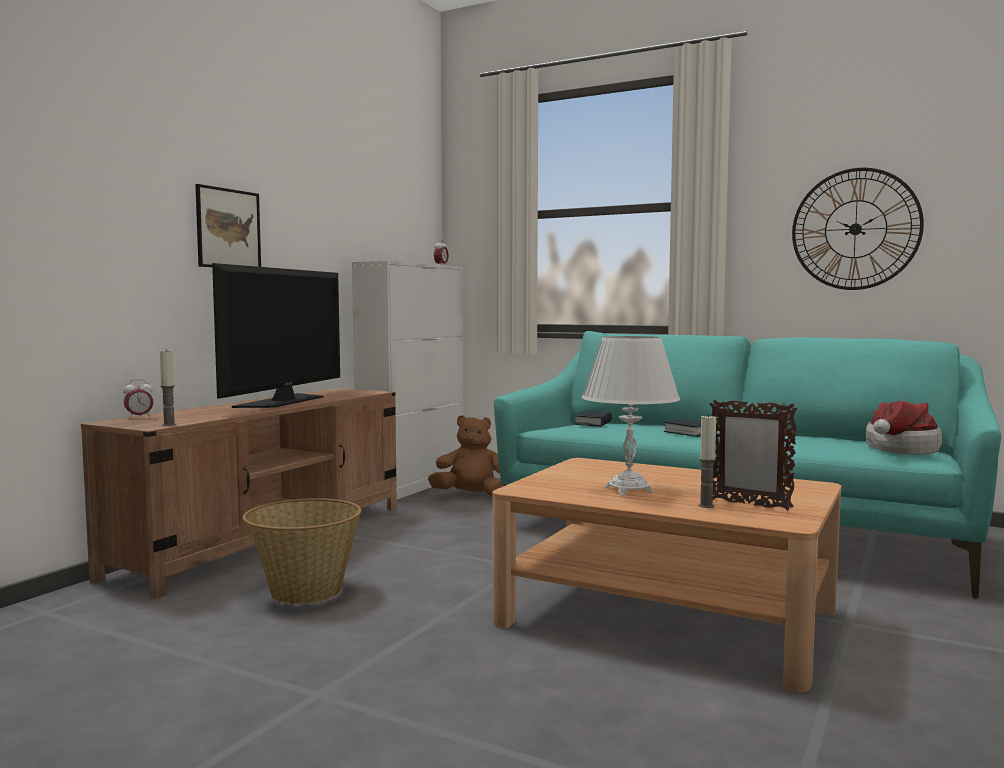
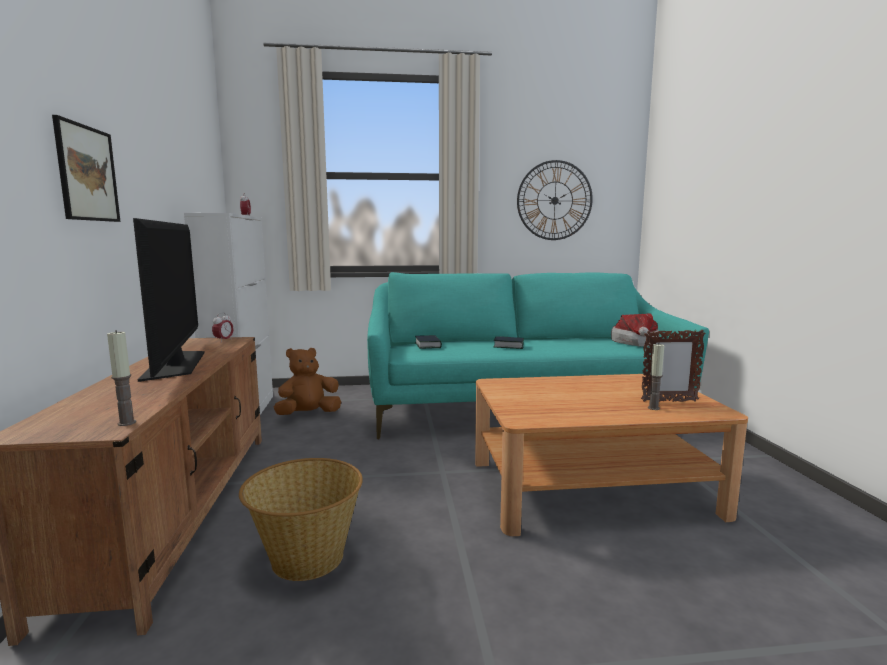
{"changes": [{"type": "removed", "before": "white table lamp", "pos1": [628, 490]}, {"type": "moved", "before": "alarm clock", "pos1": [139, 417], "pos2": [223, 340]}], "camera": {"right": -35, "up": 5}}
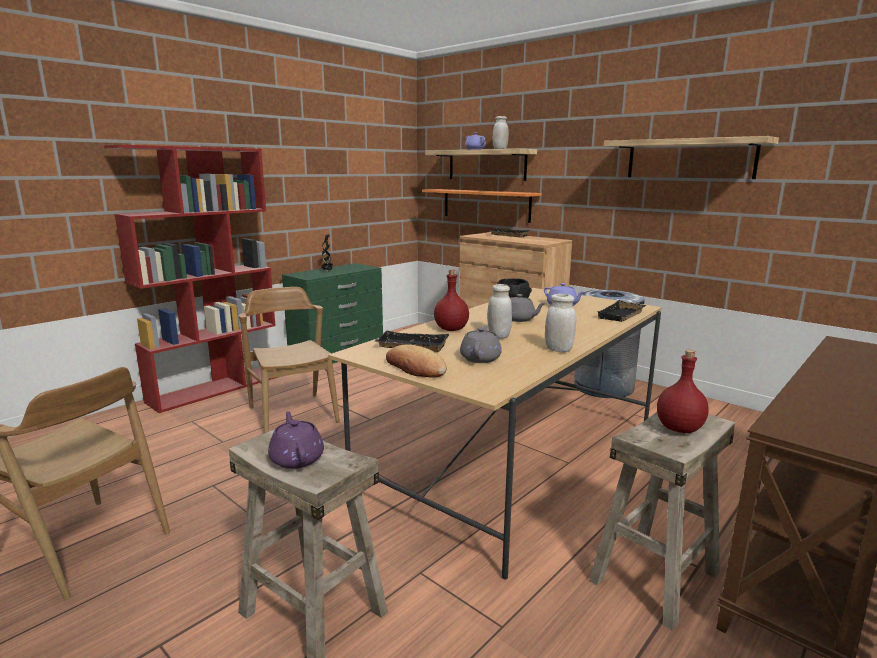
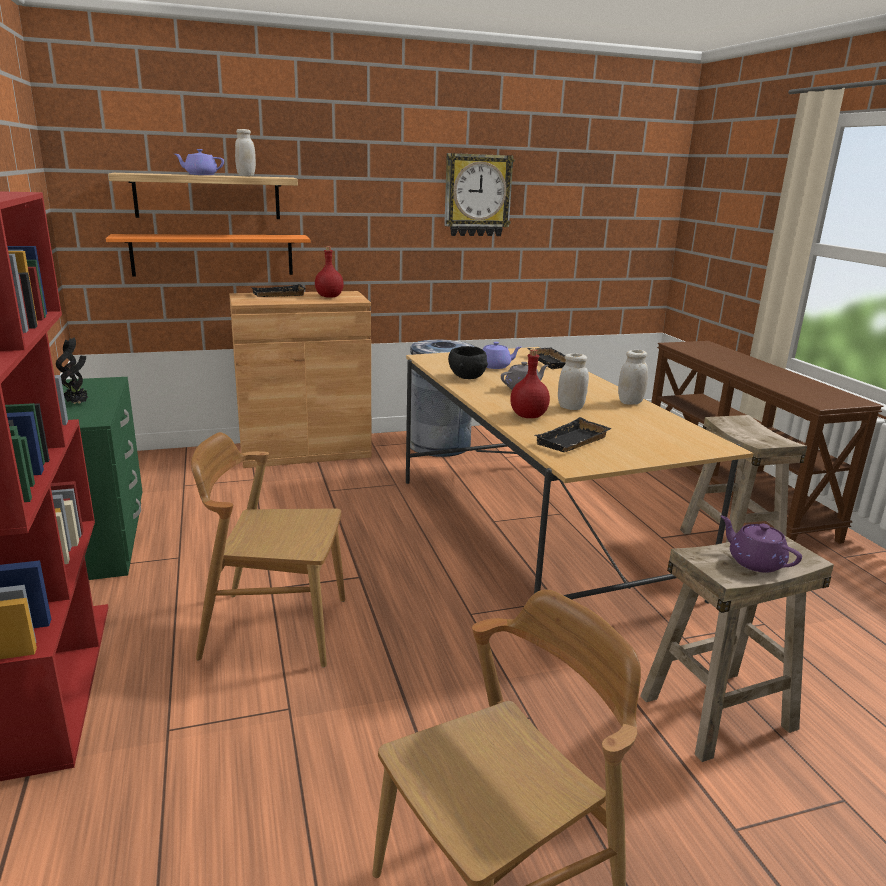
{"changes": [{"type": "replaced", "before": "shelf", "after": "wall clock", "pos1": [689, 159], "pos2": [477, 195]}, {"type": "removed", "before": "grey teapot", "pos1": [480, 358]}, {"type": "removed", "before": "bread", "pos1": [415, 368]}, {"type": "moved", "before": "red bottle", "pos1": [678, 429], "pos2": [329, 297]}, {"type": "turned", "before": "purple teapot", "pos1": [297, 458], "pos2": [754, 562], "turn": 45}], "camera": {"right": -60, "up": 5}}
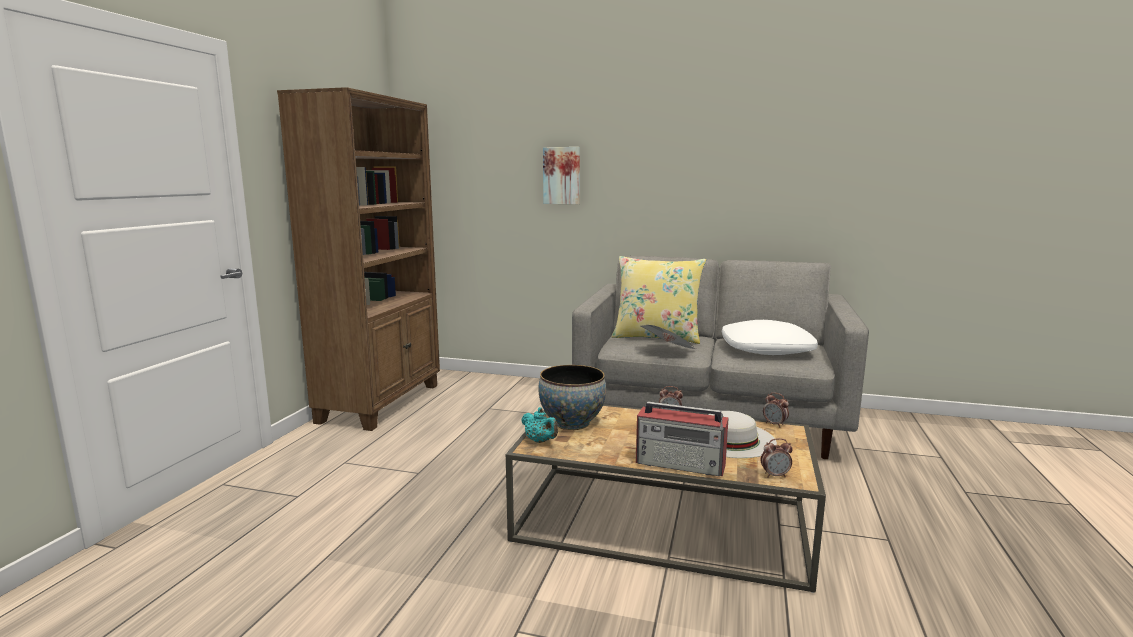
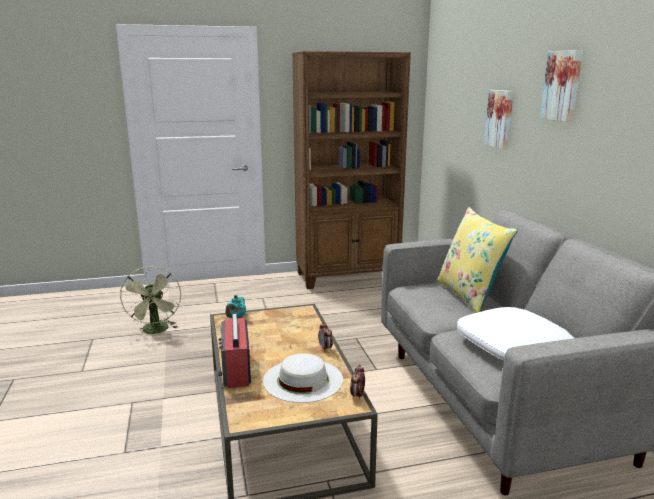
{"changes": [{"type": "removed", "before": "newspaper", "pos1": [669, 352]}, {"type": "removed", "before": "bowl", "pos1": [572, 423]}, {"type": "removed", "before": "alarm clock", "pos1": [775, 475]}, {"type": "added", "after": "picture", "pos2": [563, 86]}, {"type": "added", "after": "green fan", "pos2": [156, 331]}], "camera": {"right": 60, "up": 5}}
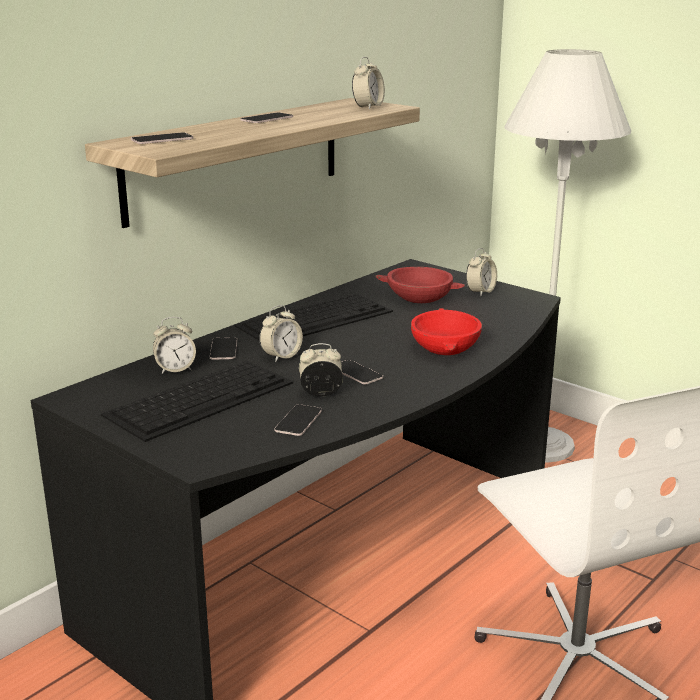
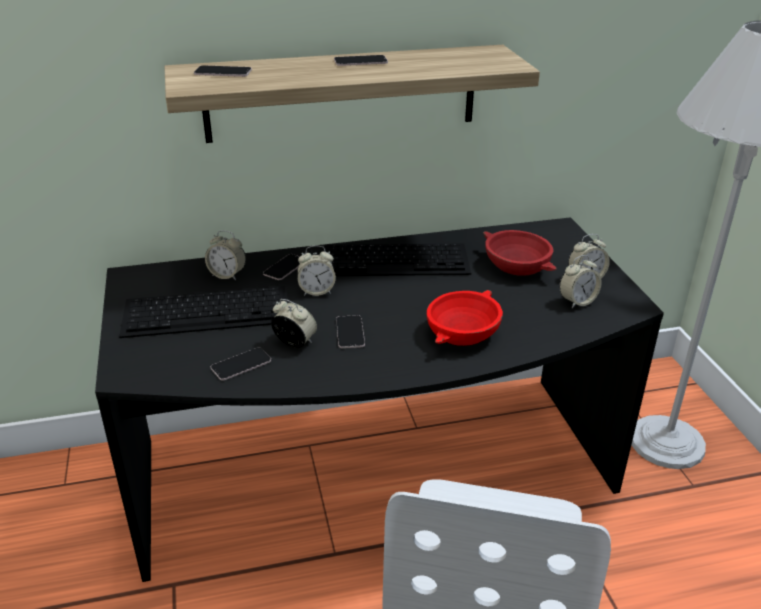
{"changes": [{"type": "moved", "before": "alarm clock", "pos1": [368, 107], "pos2": [577, 301]}], "camera": {"right": 35, "up": 10}}
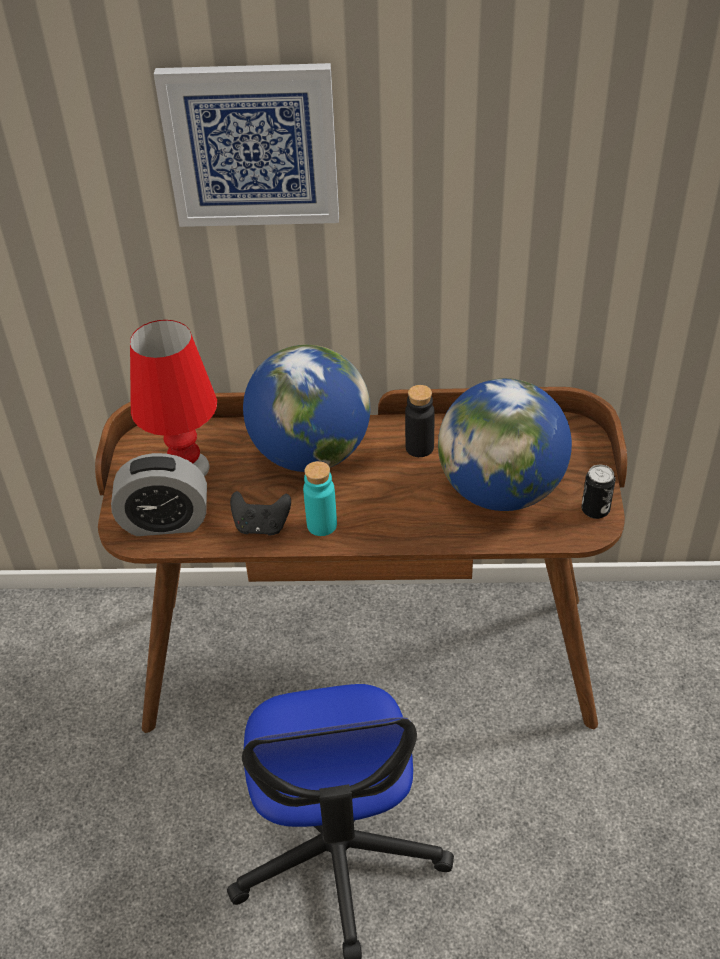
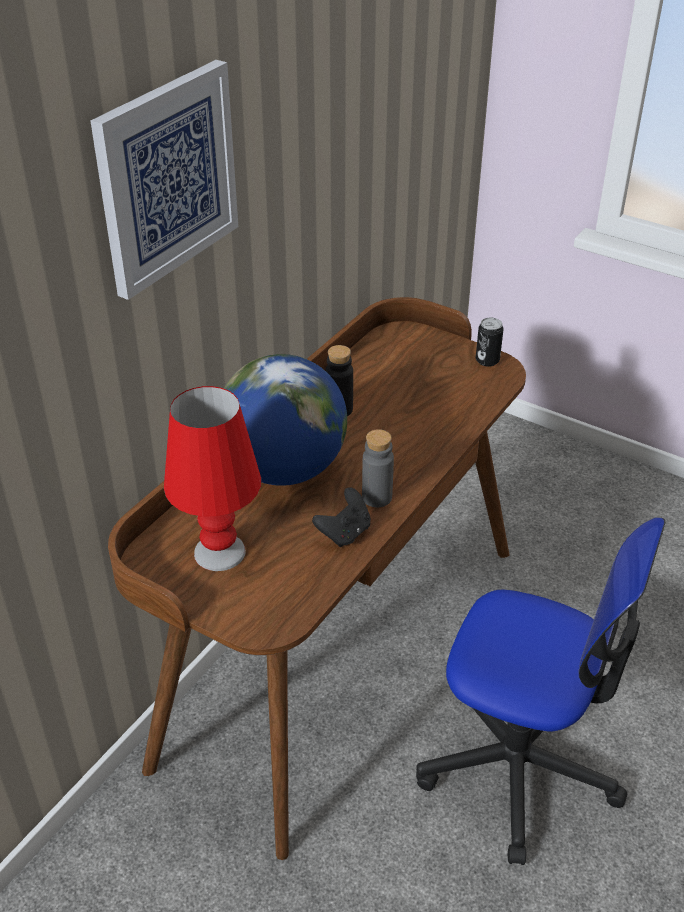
{"changes": [{"type": "removed", "before": "globe", "pos1": [500, 490]}, {"type": "removed", "before": "alarm clock", "pos1": [165, 522]}, {"type": "recoloured", "before": "turquoise bottle", "after": "grey bottle", "pos1": [322, 525], "pos2": [377, 497]}], "camera": {"right": -60, "up": -5}}
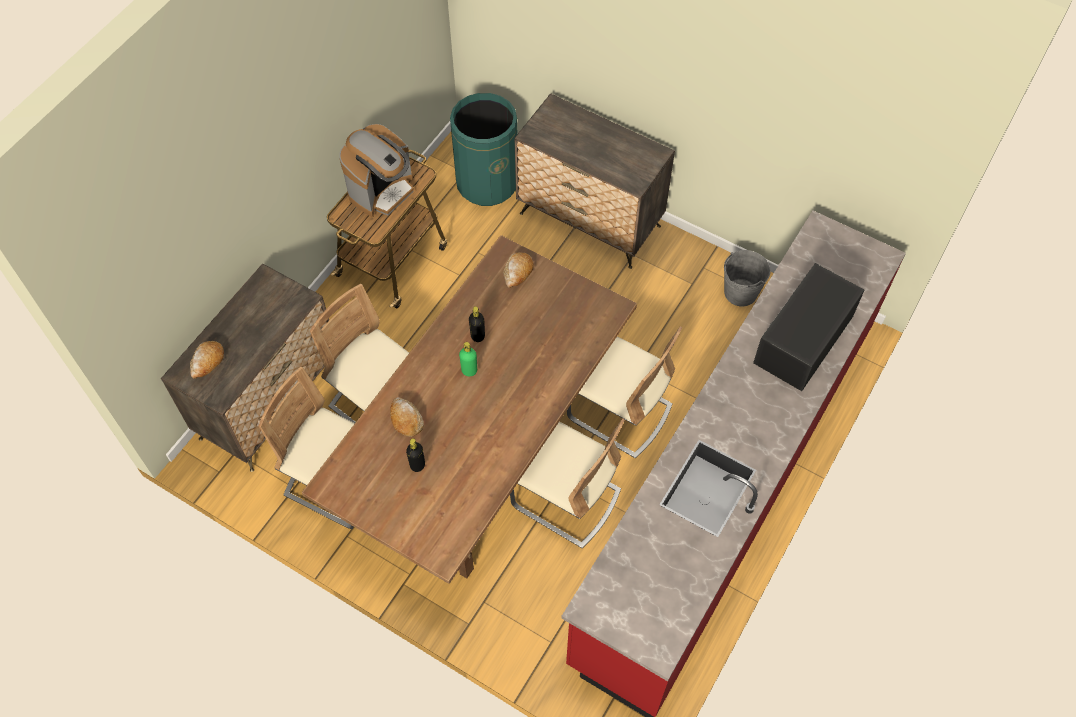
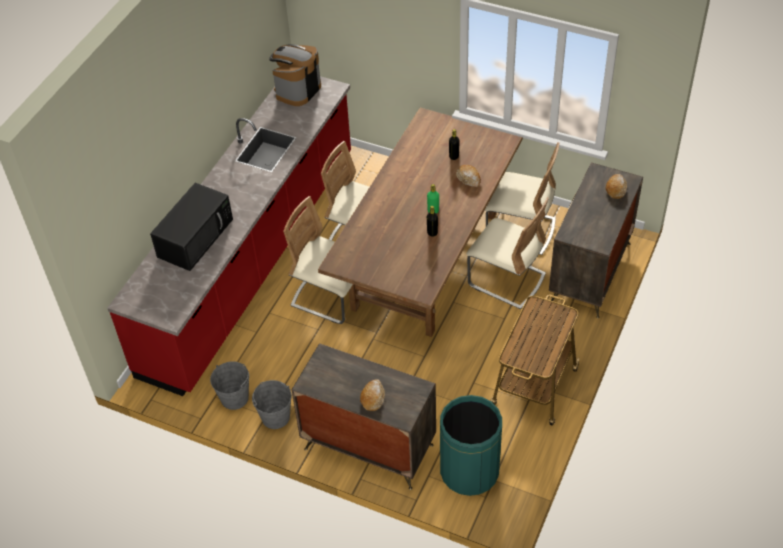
{"changes": [{"type": "moved", "before": "coffee machine", "pos1": [382, 191], "pos2": [297, 90]}, {"type": "moved", "before": "bread", "pos1": [517, 272], "pos2": [373, 397]}, {"type": "added", "after": "grey bucket", "pos2": [275, 417]}], "camera": {"right": 175, "up": -10}}
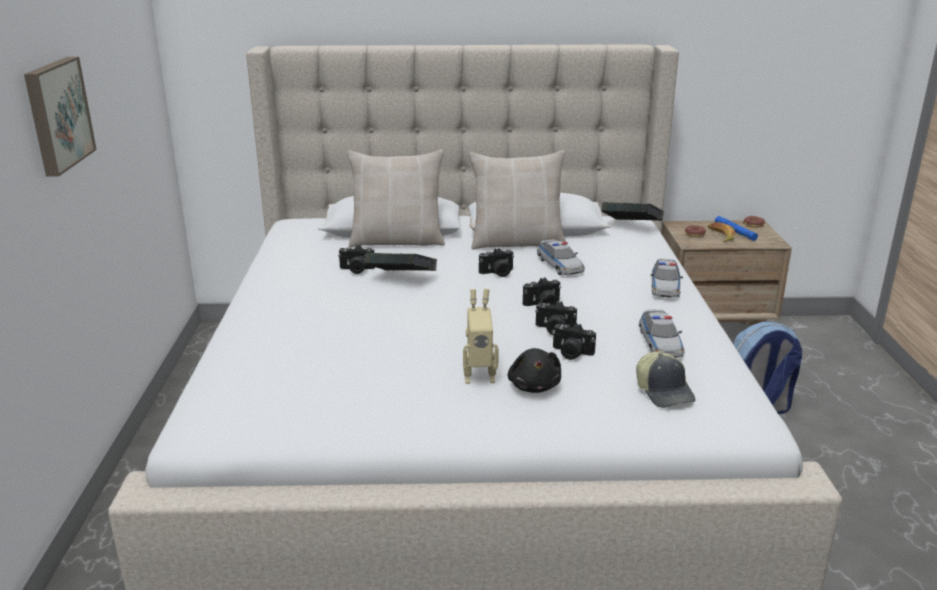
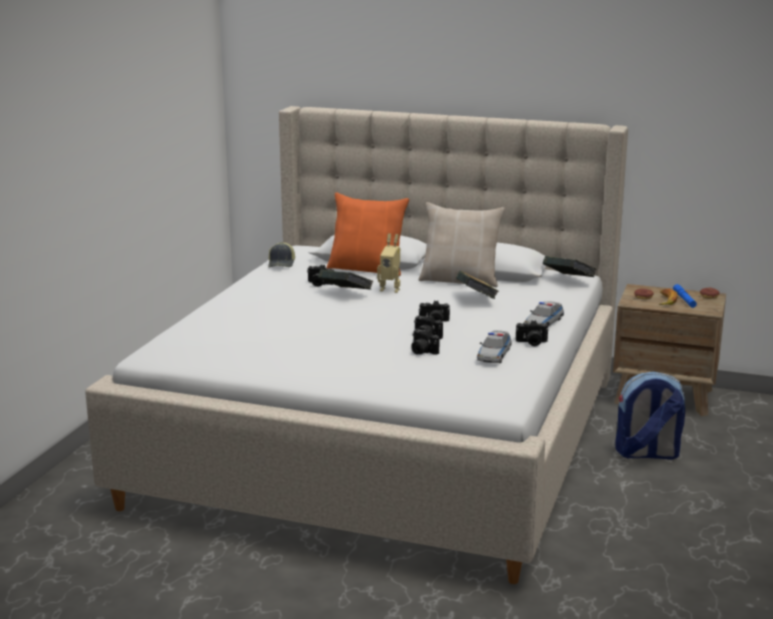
{"changes": [{"type": "removed", "before": "picture", "pos1": [56, 114]}, {"type": "recoloured", "before": "beige pillow", "after": "orange pillow", "pos1": [397, 241], "pos2": [367, 269]}, {"type": "replaced", "before": "toy car", "after": "book", "pos1": [560, 265], "pos2": [476, 299]}, {"type": "moved", "before": "photo camera", "pos1": [497, 273], "pos2": [531, 343]}, {"type": "moved", "before": "toy robot", "pos1": [479, 376], "pos2": [390, 289]}, {"type": "removed", "before": "black plush toy", "pos1": [534, 386]}, {"type": "moved", "before": "cap", "pos1": [664, 392], "pos2": [282, 264]}], "camera": {"right": 20, "up": -5}}
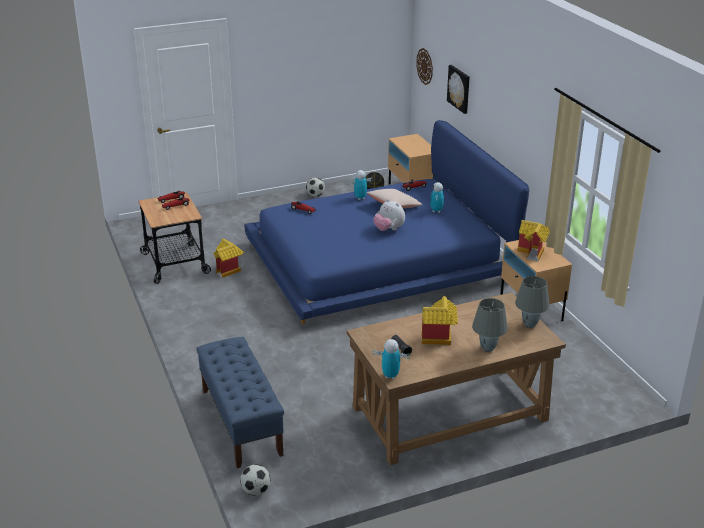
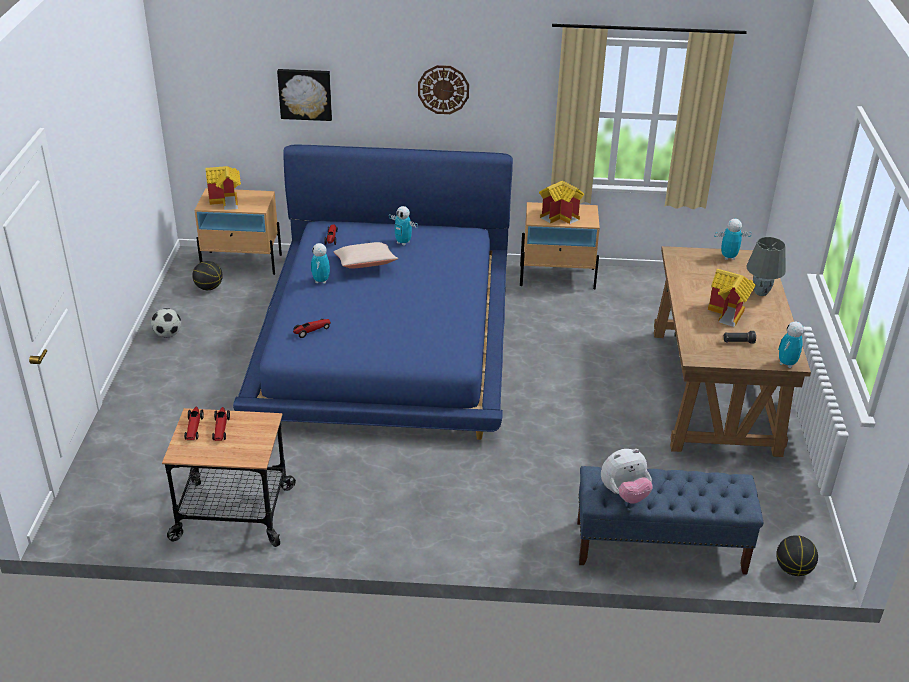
{"changes": [{"type": "moved", "before": "wall clock", "pos1": [425, 66], "pos2": [443, 89]}, {"type": "moved", "before": "plush toy", "pos1": [389, 229], "pos2": [624, 494]}, {"type": "moved", "before": "toy house", "pos1": [229, 270], "pos2": [227, 201]}, {"type": "replaced", "before": "grey table lamp", "after": "toy robot", "pos1": [529, 324], "pos2": [728, 257]}, {"type": "replaced", "before": "football", "after": "basketball", "pos1": [256, 491], "pos2": [793, 569]}], "camera": {"right": -65, "up": 5}}
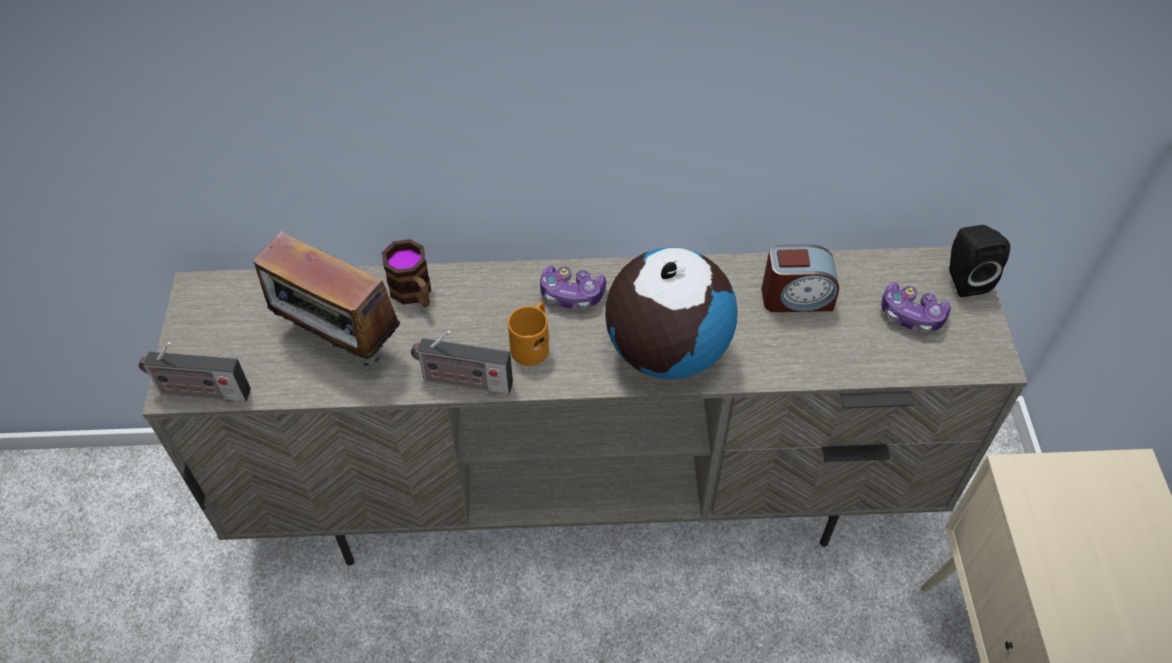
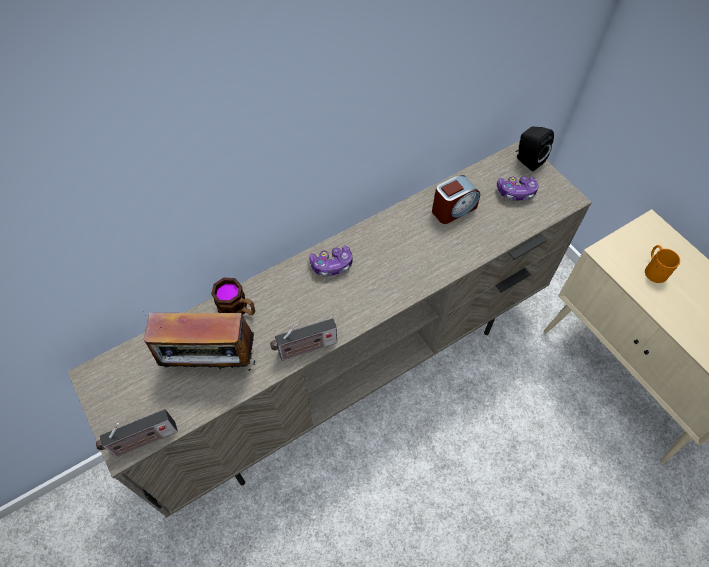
{"changes": [{"type": "removed", "before": "globe", "pos1": [665, 351]}, {"type": "moved", "before": "orange mug", "pos1": [532, 343], "pos2": [653, 269]}], "camera": {"right": -30, "up": 5}}
